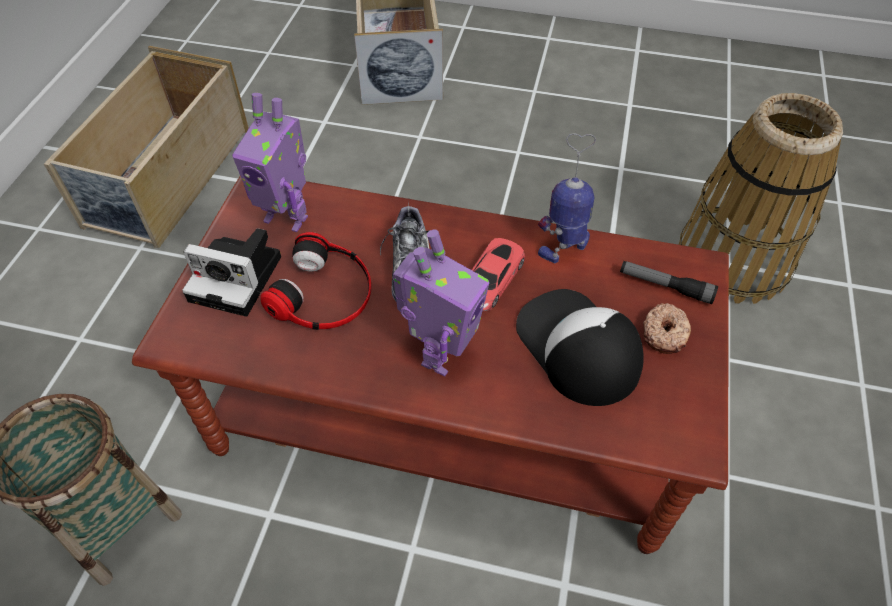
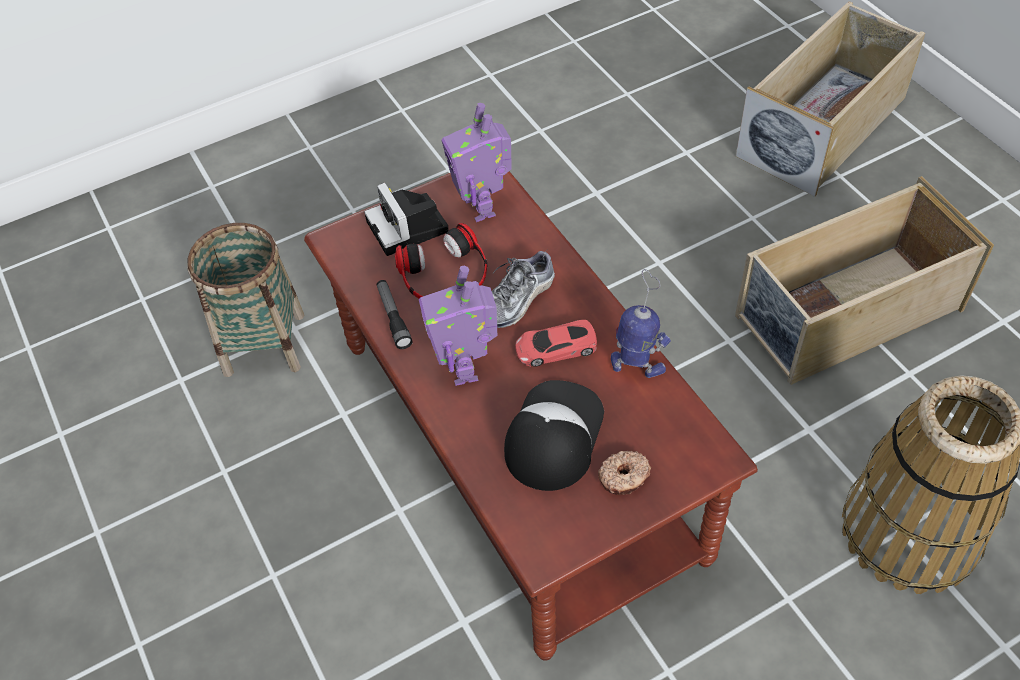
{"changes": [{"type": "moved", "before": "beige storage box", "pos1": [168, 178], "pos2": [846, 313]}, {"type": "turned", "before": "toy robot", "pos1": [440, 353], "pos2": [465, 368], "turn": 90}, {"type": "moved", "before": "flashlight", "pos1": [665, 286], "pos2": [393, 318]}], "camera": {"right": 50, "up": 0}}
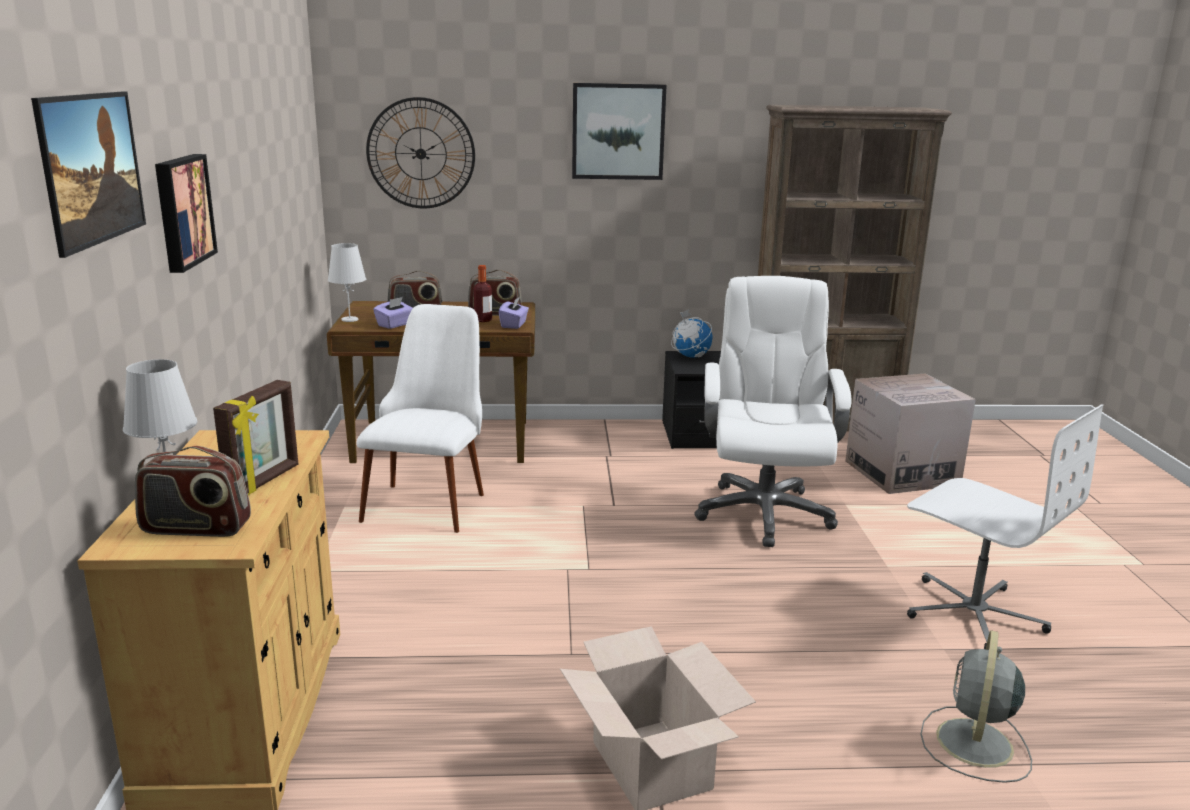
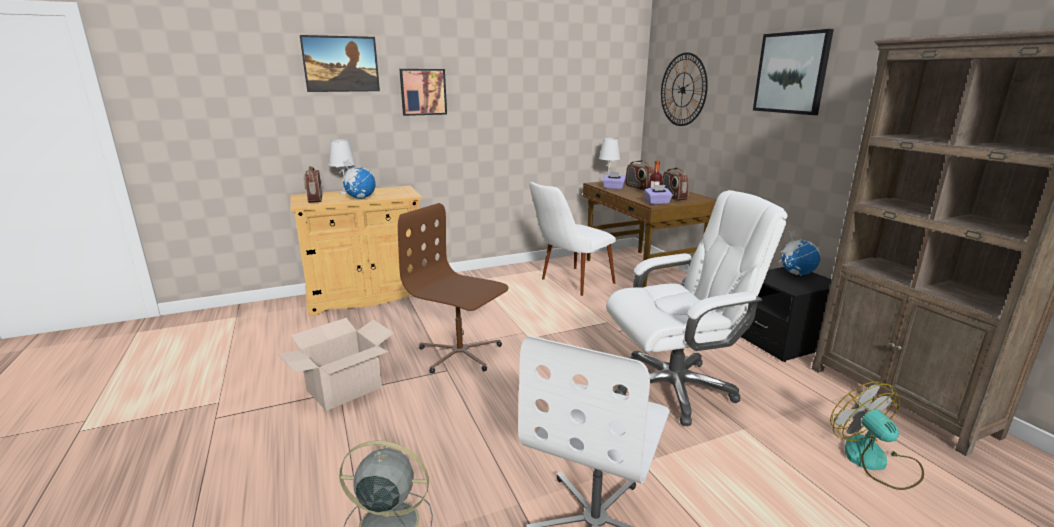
{"changes": [{"type": "turned", "before": "white chair", "pos1": [430, 498], "pos2": [569, 284], "turn": 150}, {"type": "replaced", "before": "cardboard box", "after": "fan", "pos1": [901, 473], "pos2": [874, 462]}, {"type": "replaced", "before": "picture frame", "after": "globe", "pos1": [264, 481], "pos2": [360, 198]}, {"type": "added", "after": "brown office chair", "pos2": [460, 354]}], "camera": {"right": 70, "up": 0}}
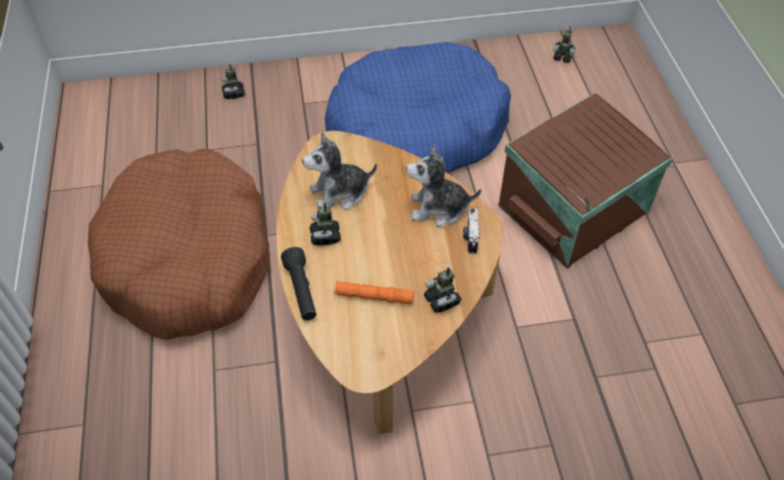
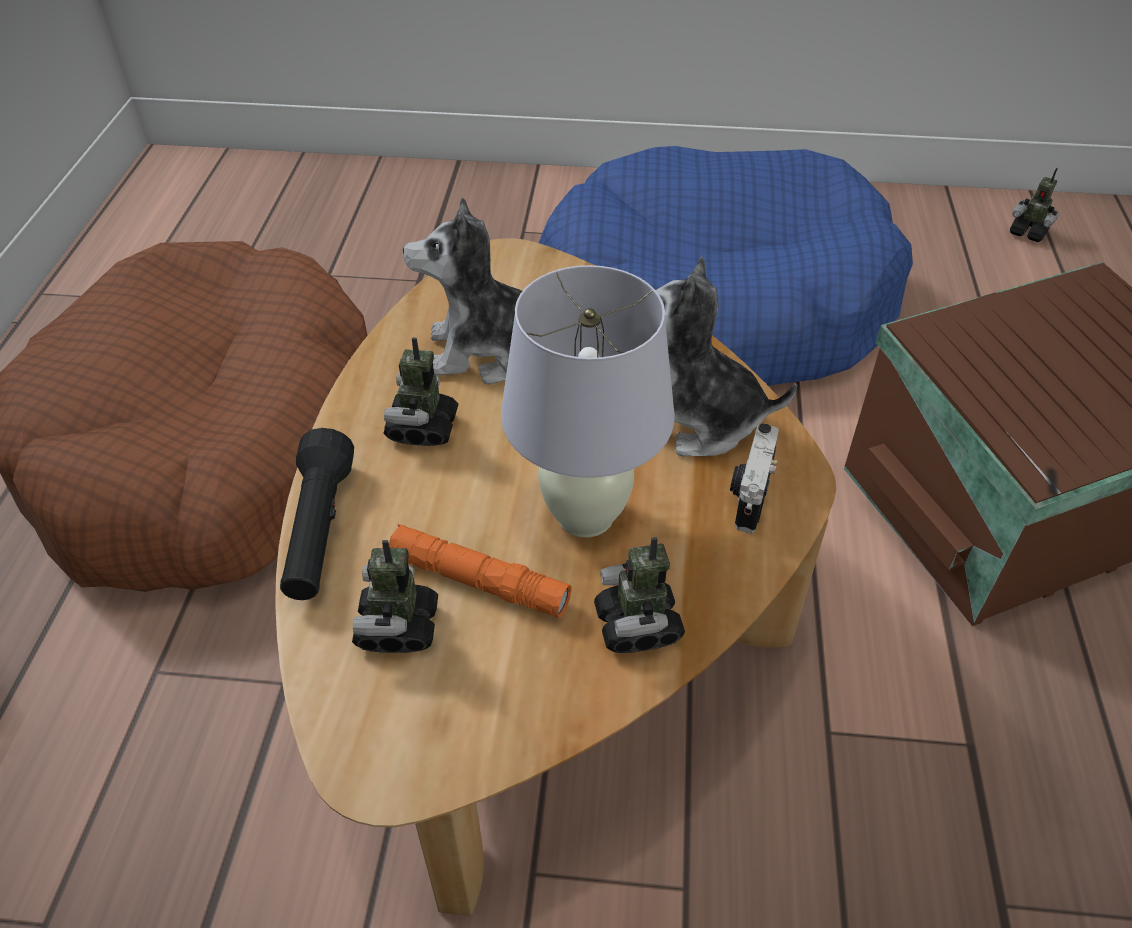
{"changes": [{"type": "moved", "before": "toy robot", "pos1": [234, 93], "pos2": [397, 627]}, {"type": "added", "after": "white table lamp", "pos2": [586, 516]}], "camera": {"right": 15, "up": -5}}
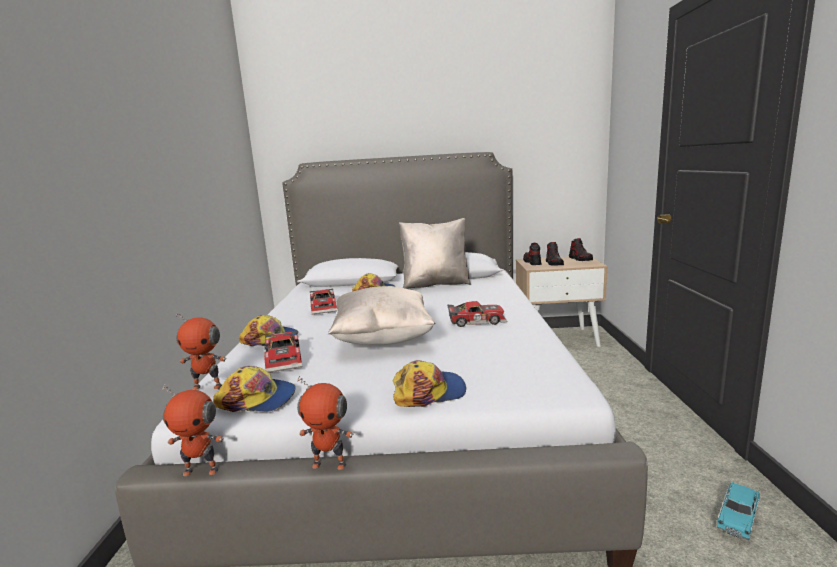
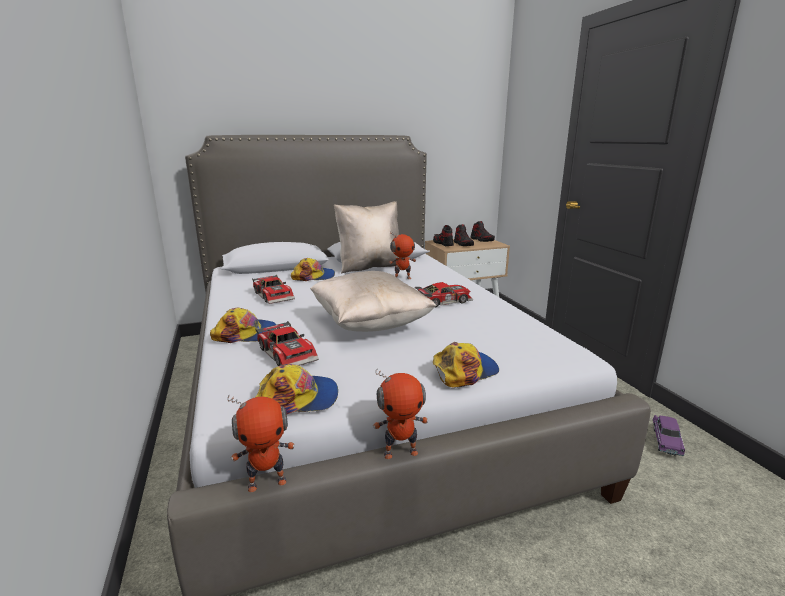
{"changes": [{"type": "moved", "before": "toy robot", "pos1": [208, 386], "pos2": [402, 278]}, {"type": "recoloured", "before": "turquoise toy car", "after": "purple toy car", "pos1": [737, 518], "pos2": [666, 441]}], "camera": {"right": -20, "up": 5}}
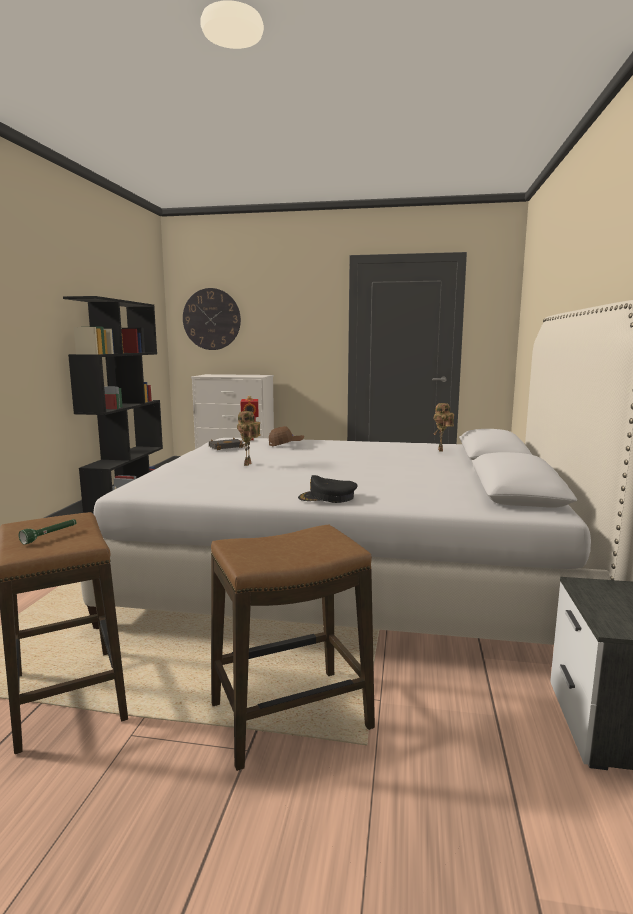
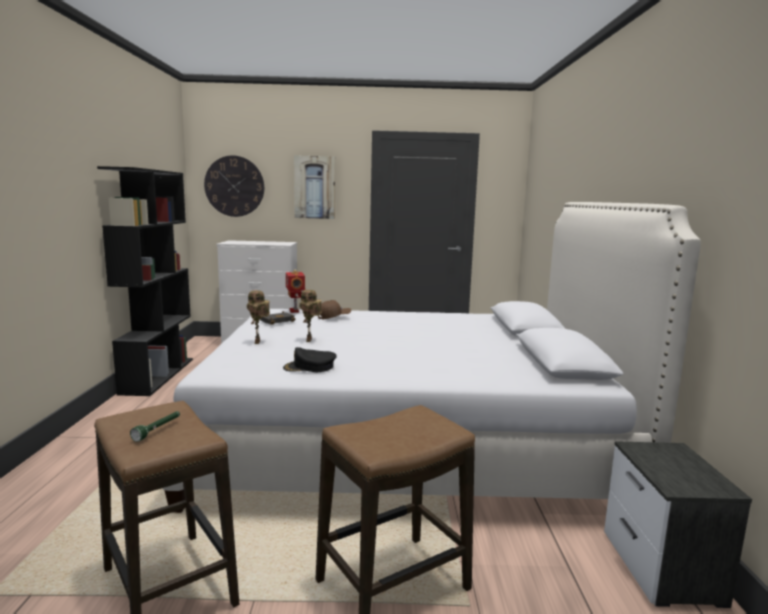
{"changes": [{"type": "moved", "before": "toy robot", "pos1": [442, 450], "pos2": [258, 342]}, {"type": "moved", "before": "black cap", "pos1": [327, 497], "pos2": [310, 367]}, {"type": "added", "after": "picture", "pos2": [315, 187]}], "camera": {"right": -10, "up": 0}}
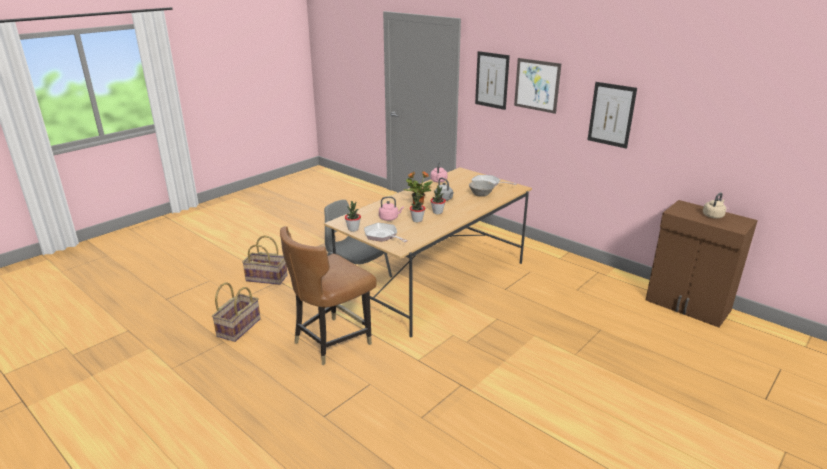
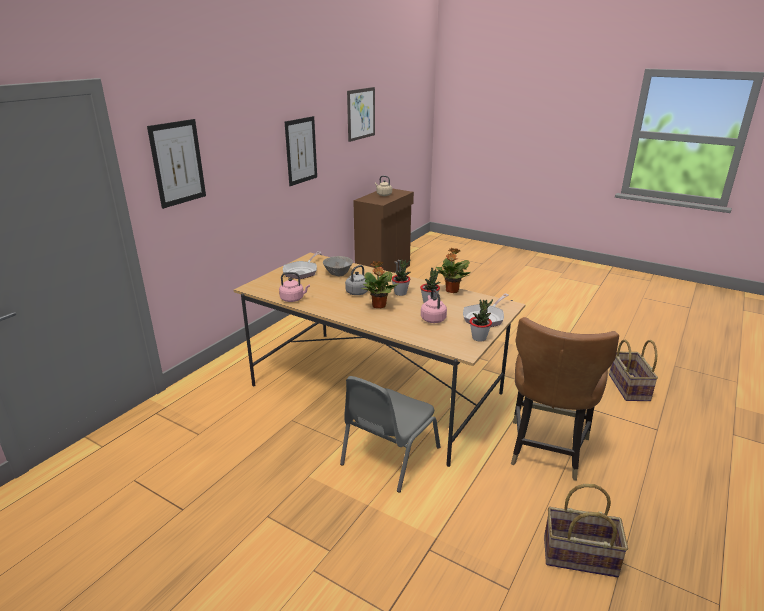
{"changes": [{"type": "moved", "before": "picture", "pos1": [537, 85], "pos2": [361, 114]}, {"type": "turned", "before": "brown chair", "pos1": [331, 341], "pos2": [546, 449], "turn": 75}, {"type": "moved", "before": "basket", "pos1": [267, 278], "pos2": [628, 387]}, {"type": "added", "after": "potted plant", "pos2": [451, 291]}], "camera": {"right": -100, "up": 0}}
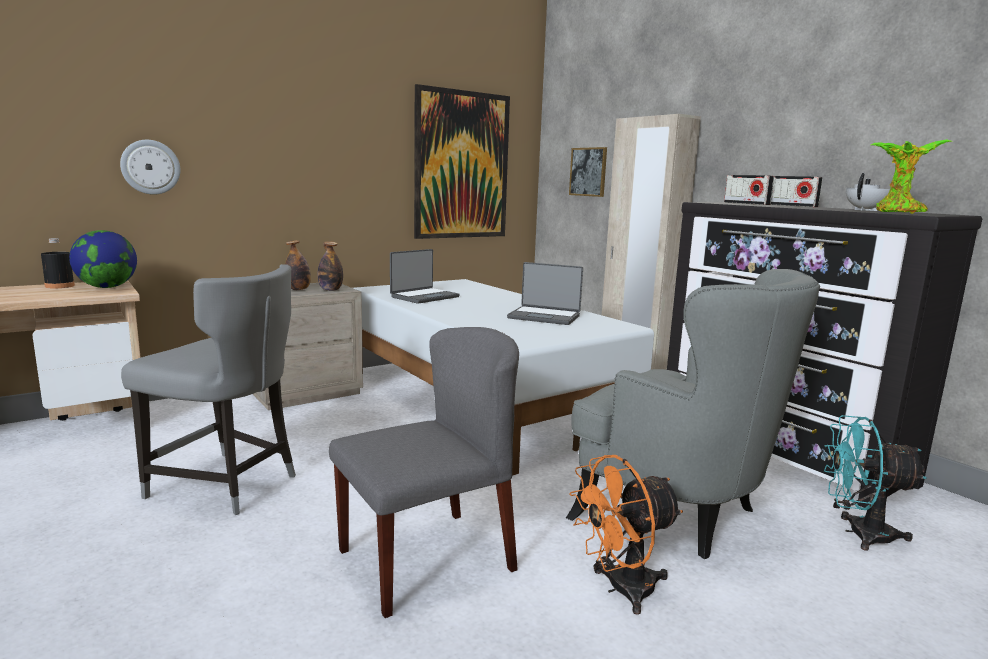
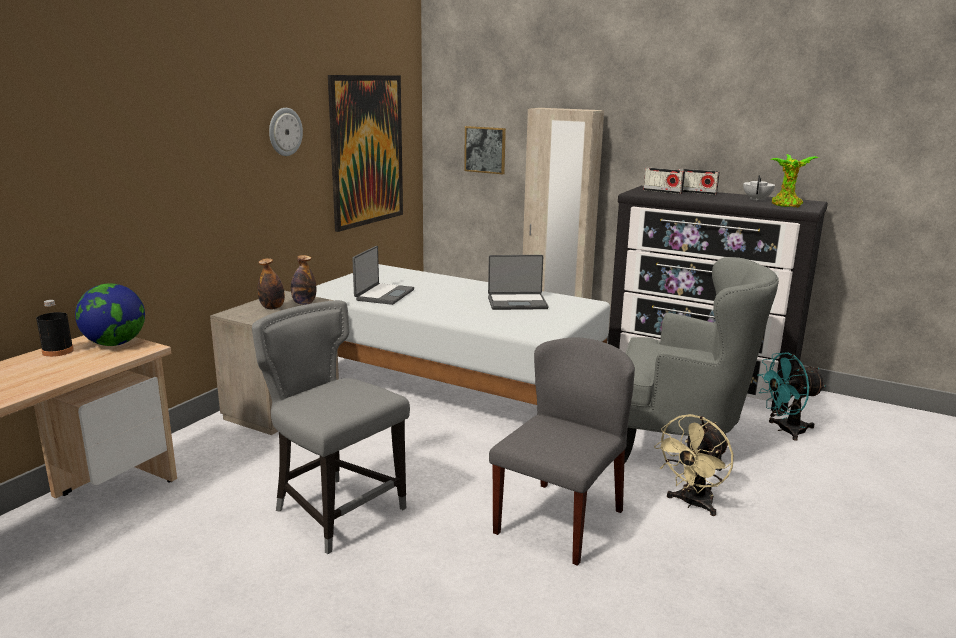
{"changes": [{"type": "moved", "before": "wall clock", "pos1": [150, 167], "pos2": [284, 132]}, {"type": "turned", "before": "grey chair", "pos1": [227, 485], "pos2": [336, 511], "turn": -135}, {"type": "recoloured", "before": "orange fan", "after": "beige fan", "pos1": [620, 589], "pos2": [692, 504]}], "camera": {"right": -25, "up": 5}}
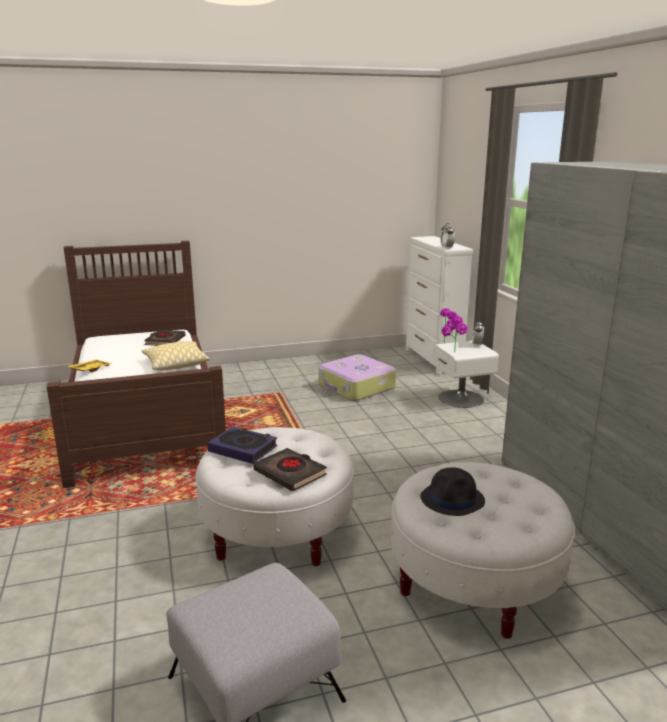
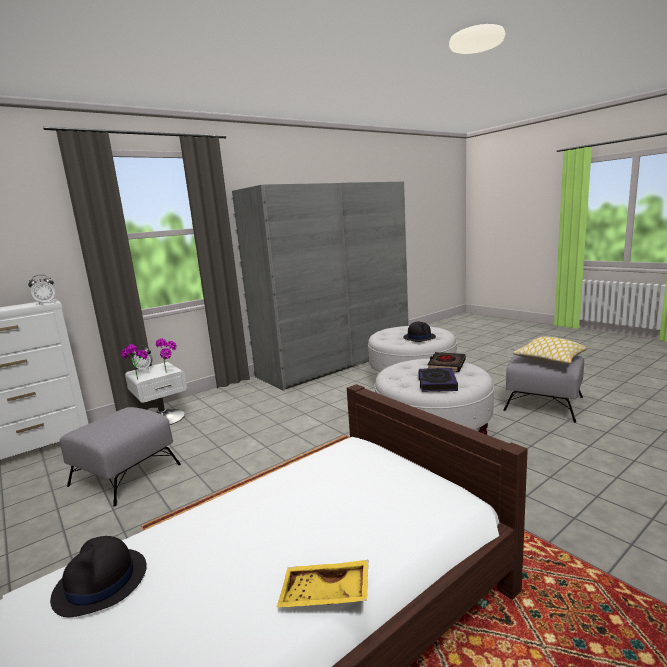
{"changes": [{"type": "replaced", "before": "black book", "after": "black hat", "pos1": [165, 341], "pos2": [101, 583]}, {"type": "moved", "before": "pillow", "pos1": [176, 364], "pos2": [550, 359]}, {"type": "replaced", "before": "suitcase", "after": "grey ottoman", "pos1": [356, 387], "pos2": [126, 474]}], "camera": {"right": -110, "up": -5}}
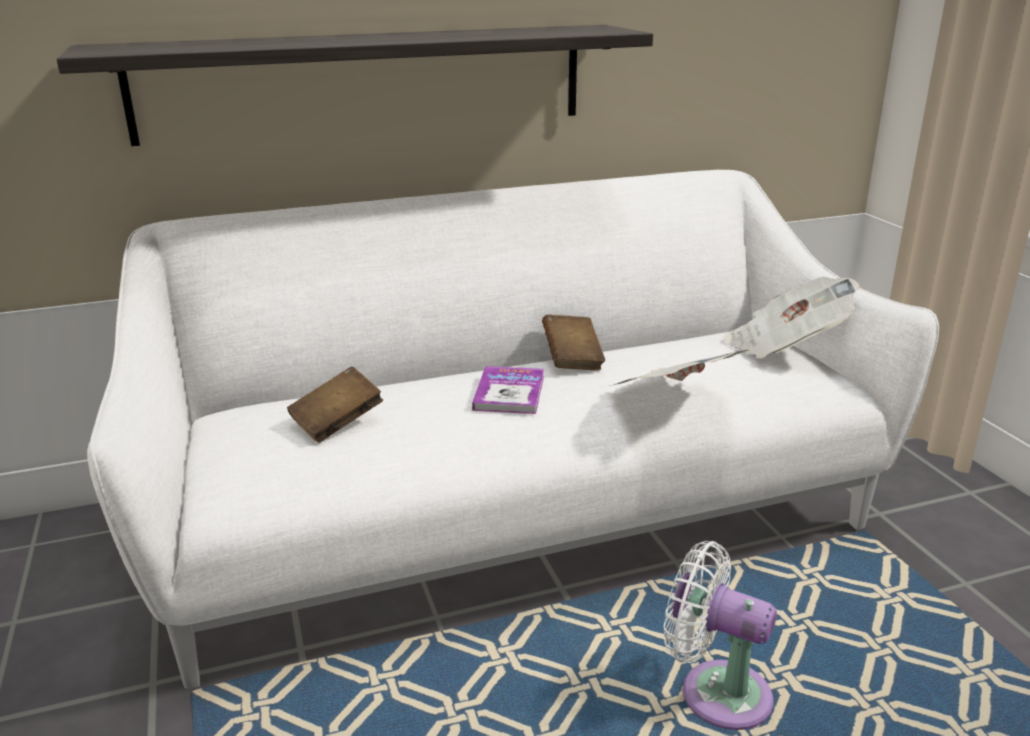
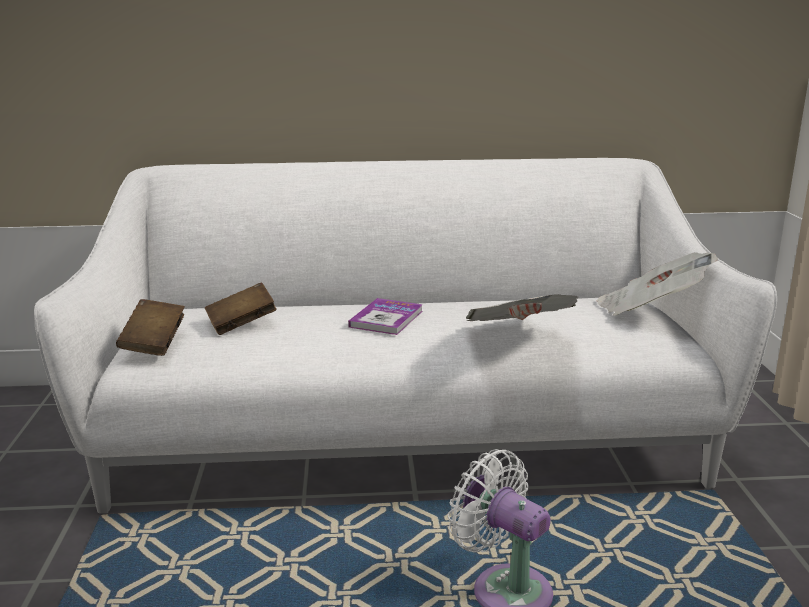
{"changes": [{"type": "removed", "before": "shelf", "pos1": [365, 82]}, {"type": "moved", "before": "brown book", "pos1": [572, 359], "pos2": [154, 343]}], "camera": {"right": 15, "up": -5}}
